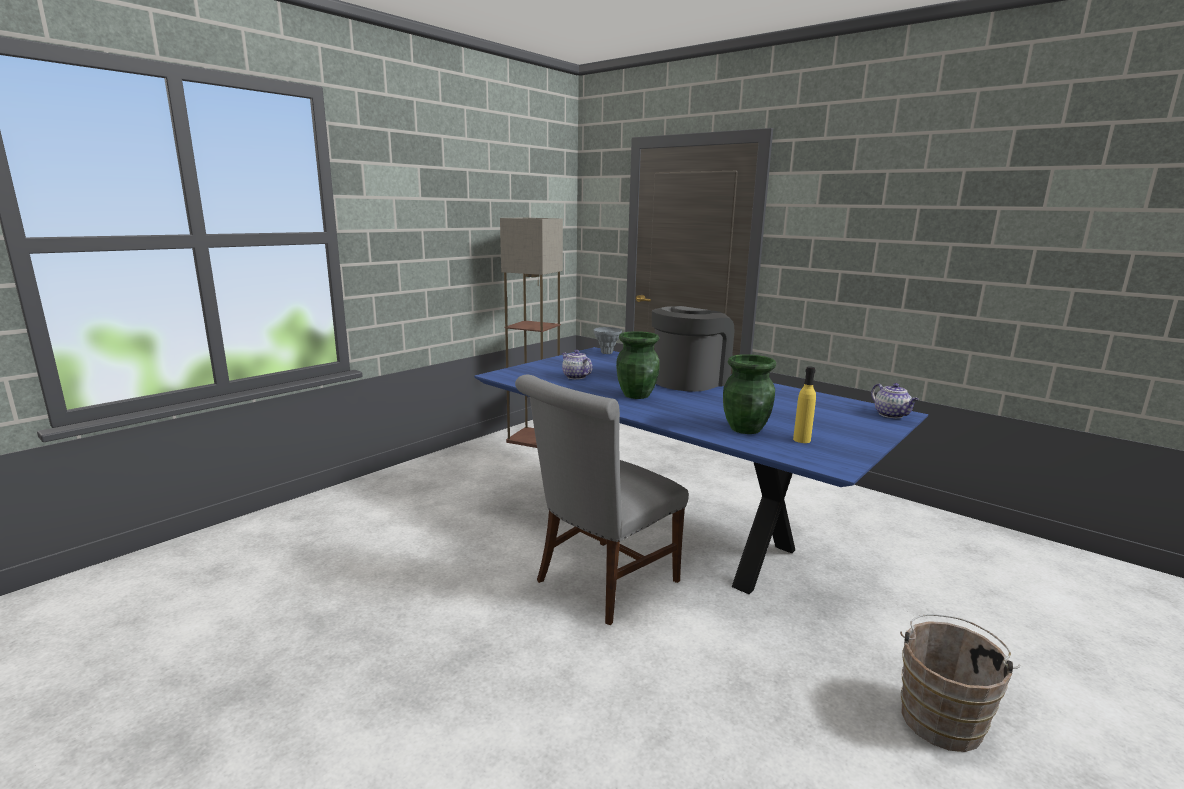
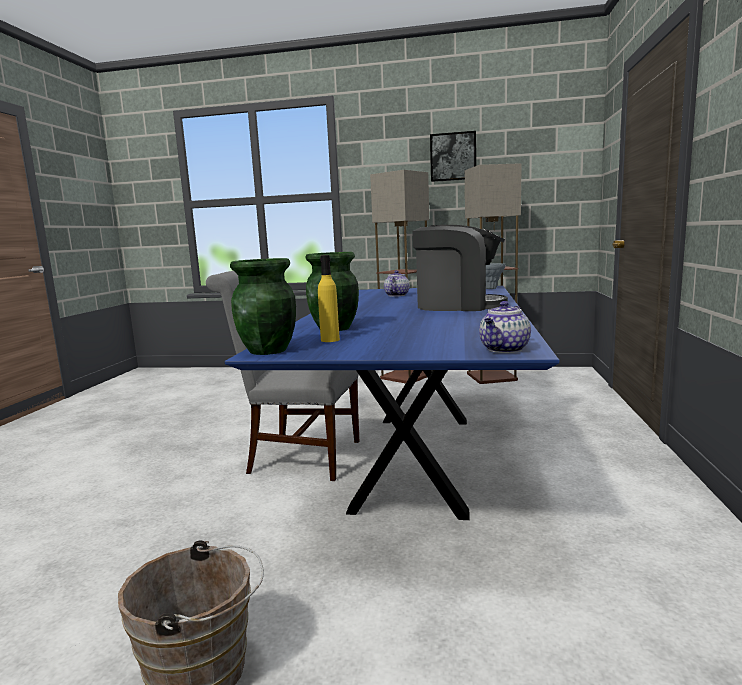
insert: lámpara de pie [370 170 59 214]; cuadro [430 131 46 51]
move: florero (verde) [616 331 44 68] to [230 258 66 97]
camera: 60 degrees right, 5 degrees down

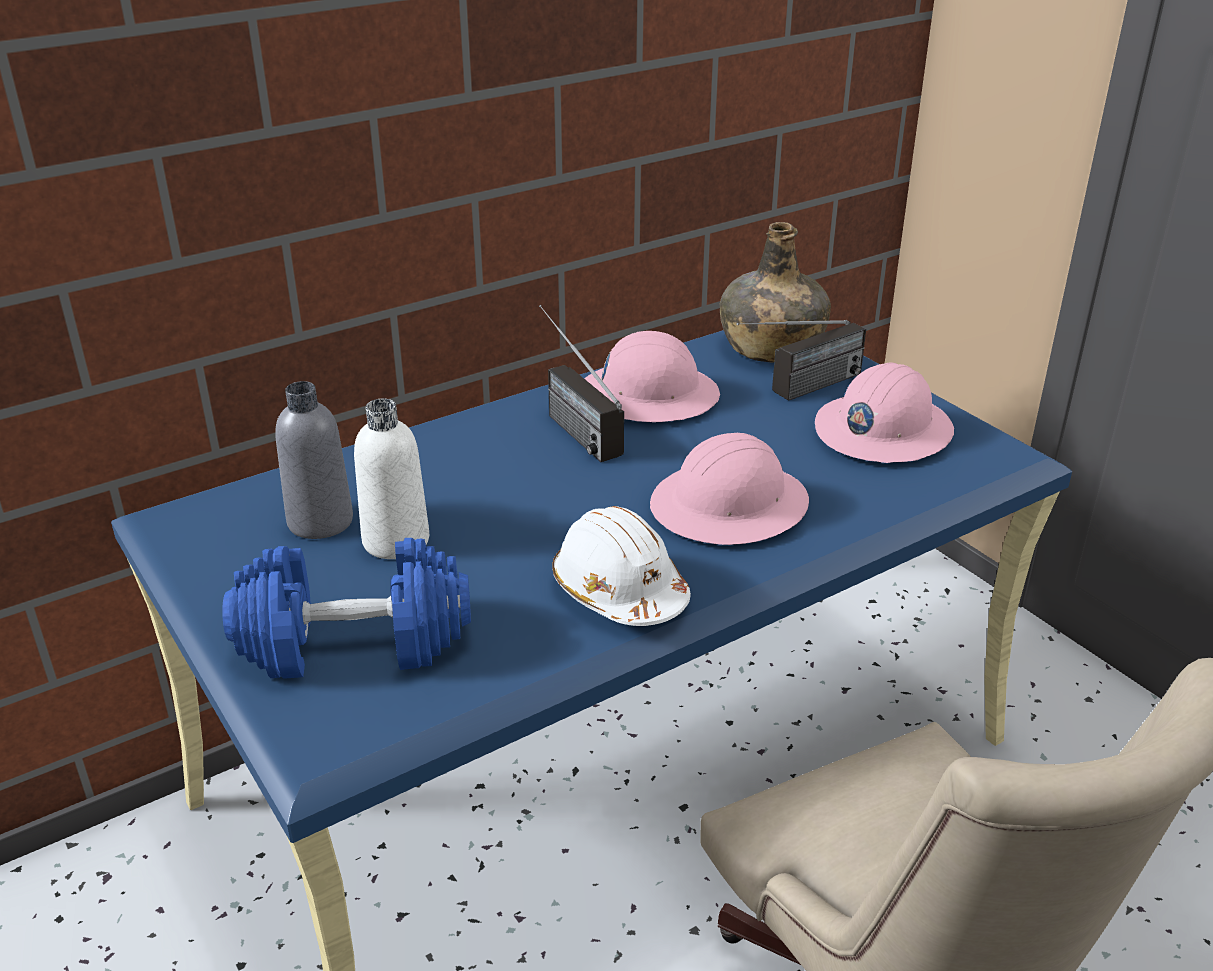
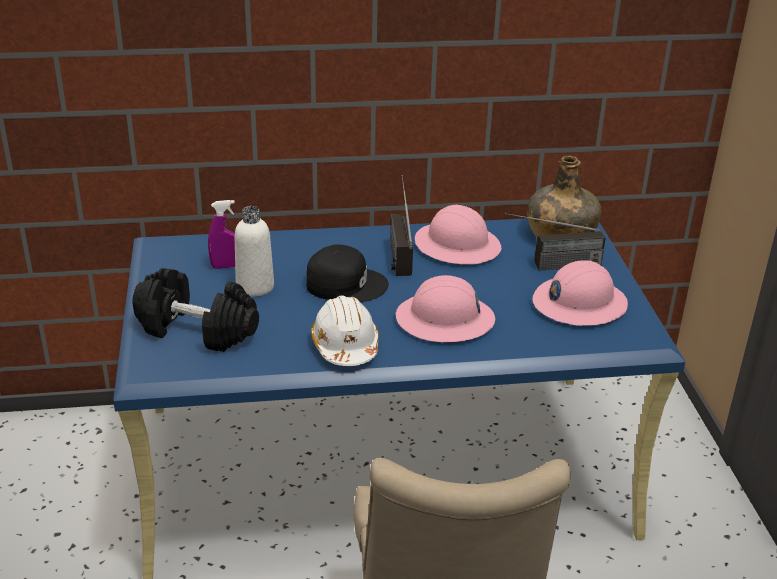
insert: gorra (negro) [306 244 83 58]
replace: botella (gris) [275 381 78 158] to pulverizador (morado) [208 200 27 69]
recolor: mancuerna (azul) [222 538 249 141] to mancuerna (negro) [132 268 127 84]
camera: 25 degrees right, 0 degrees up

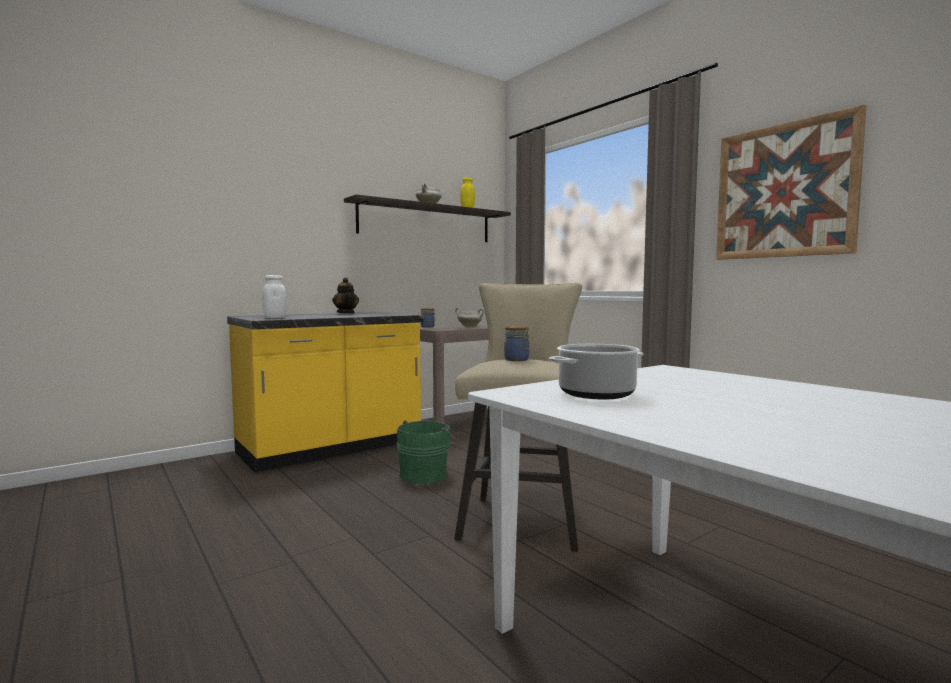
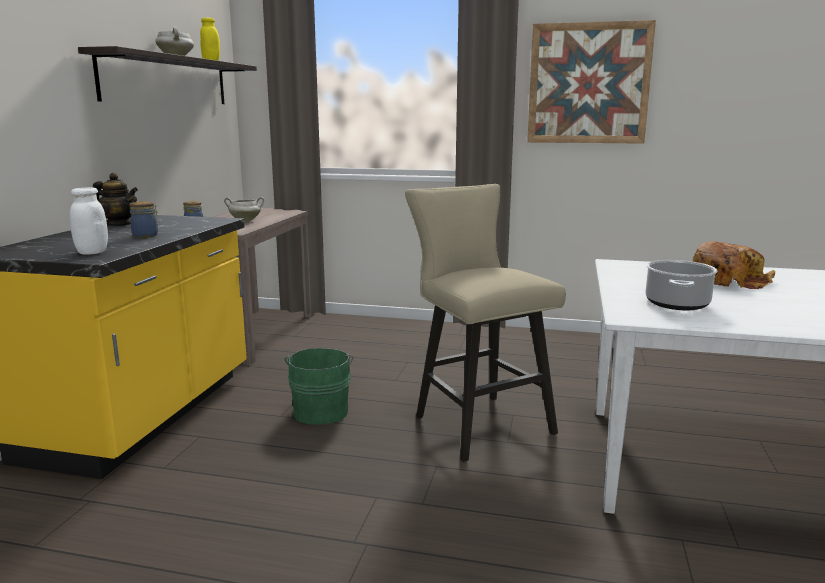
insert: pan [693 241 82 48]
move: tarro [504 325 26 36] to [129 201 31 37]
camera: 40 degrees left, 10 degrees up

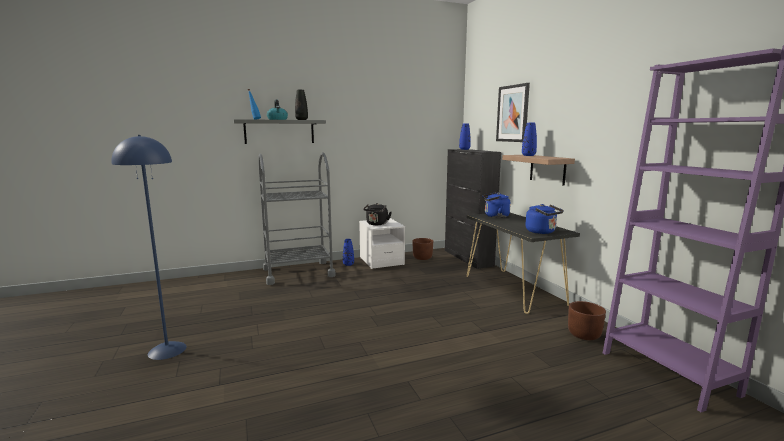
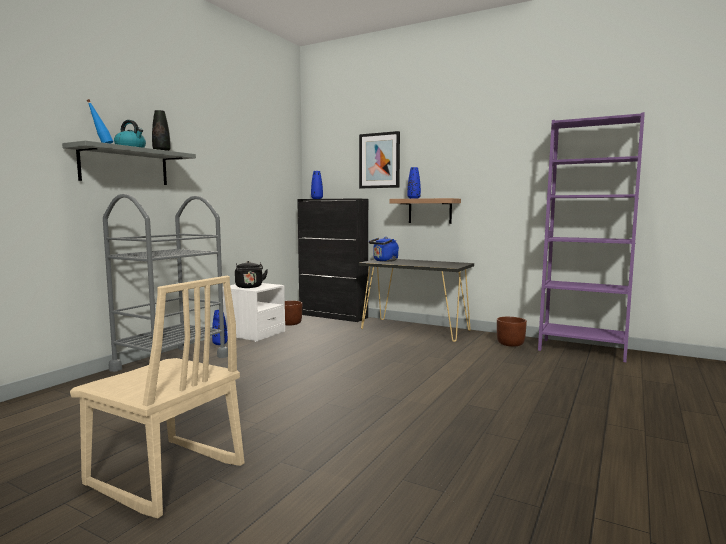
delete: hervidor (azul) [525 204 39 30]
replace: lámpara de pie (azul) [111 135 76 225] to silla (beis) [70 276 174 242]
camera: 40 degrees left, 5 degrees down

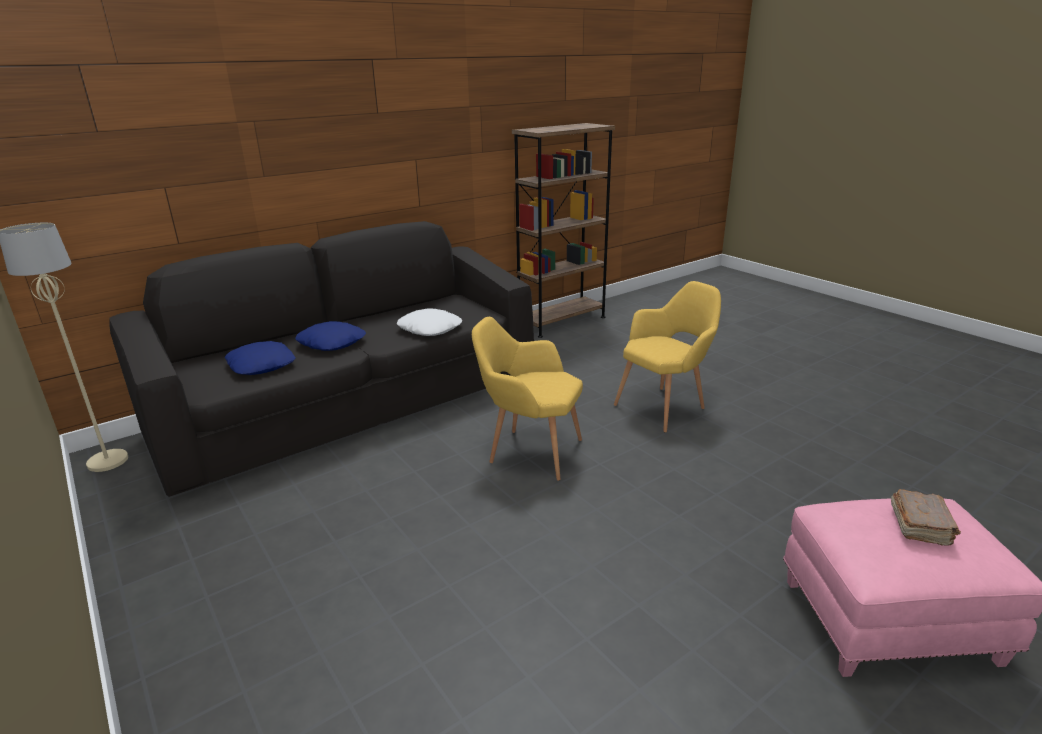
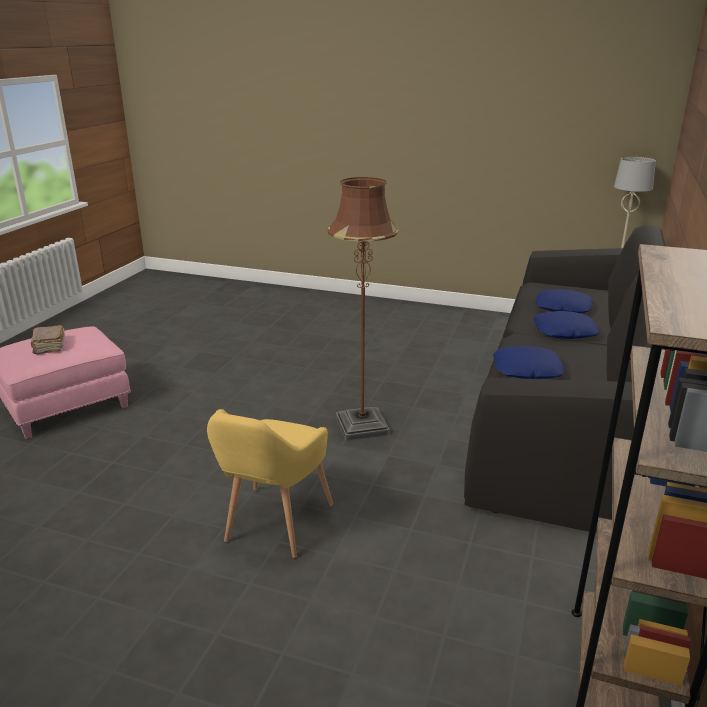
replace: sillón (amarillo) [472 317 111 164] to lámpara de pie (marrón) [328 177 71 264]
recolor: cojín (blanco) [397 308 65 28] to cojín (azul) [493 346 71 33]
camera: 145 degrees right, 0 degrees up

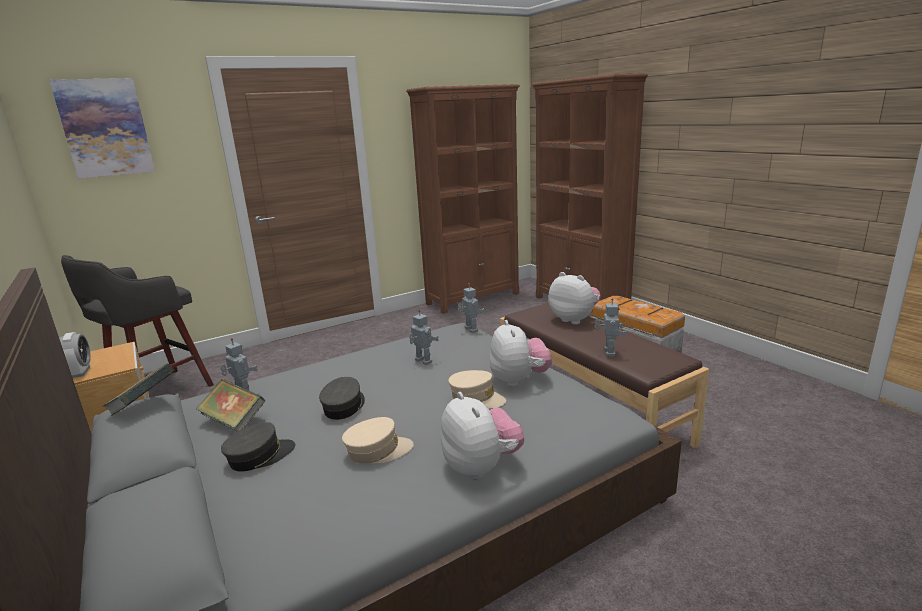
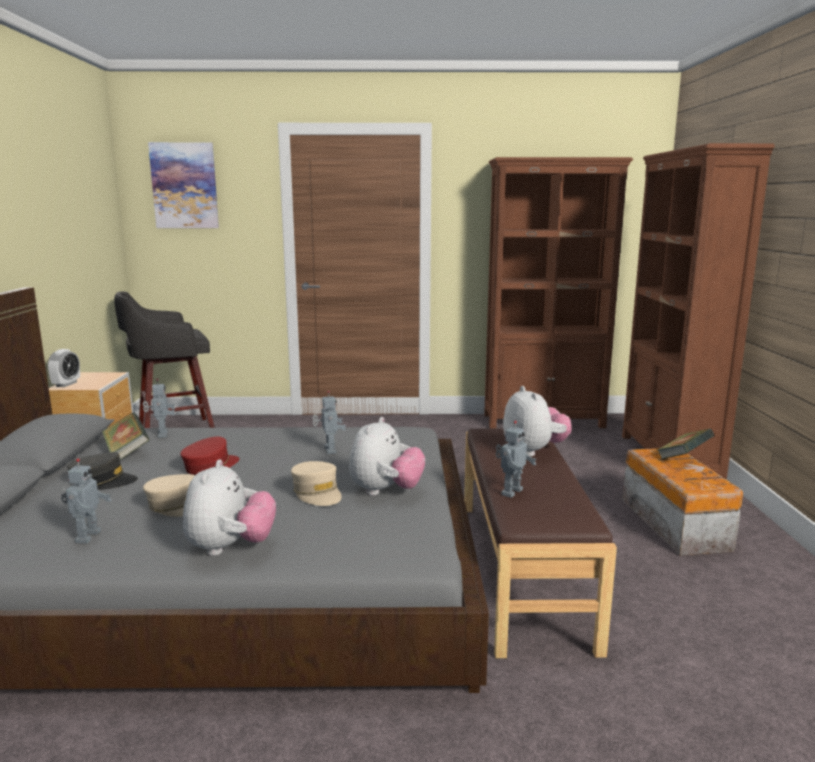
move: libro [102 363 73 53] to [657 429 57 30]; robot de juguete [458 283 27 50] to [60 458 51 85]
recolor: gorra (gris) [319 377 46 43] to gorra (rojo) [180 437 59 38]
camera: 30 degrees right, 5 degrees down

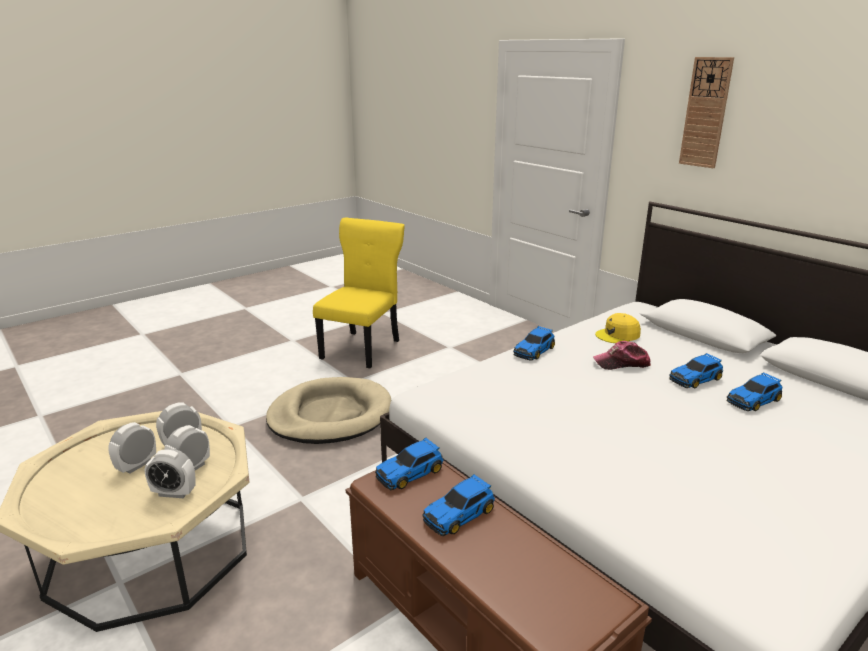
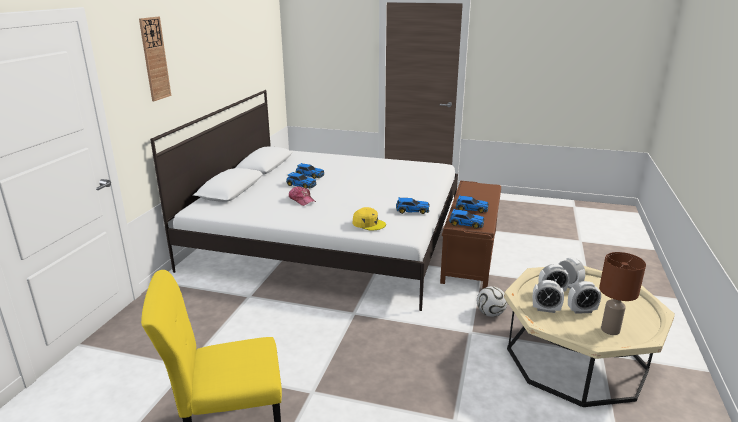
delete: cama para perro (beis) [266 377 126 67]
insert: balón de fútbol [477 286 30 31]; lámpara de mesa (marrón) [599 252 47 83]
move: coche de juguete [513 326 42 35] to [396 197 34 17]; gorra (amarillo) [595 313 46 30] to [353 207 33 24]
camera: 125 degrees left, 0 degrees up

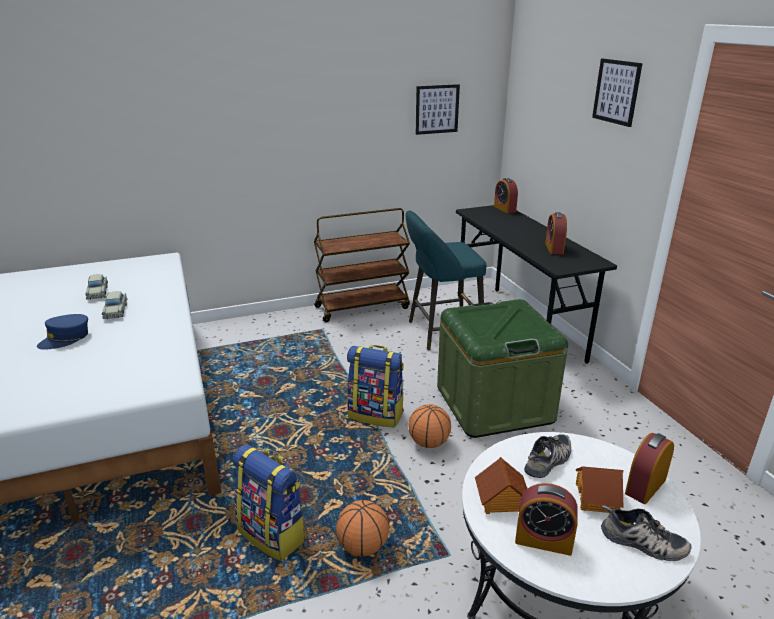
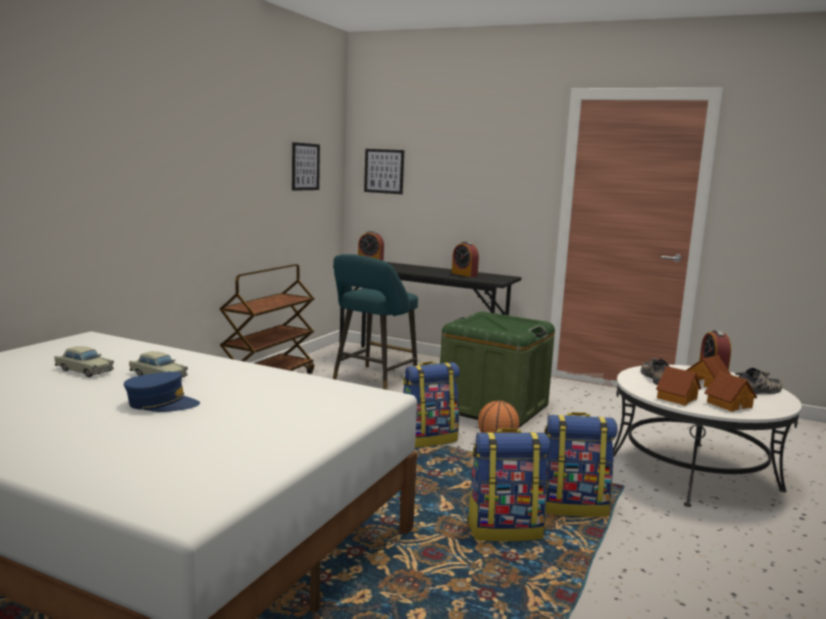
move: cuadro [592 58 50 69] to [364 149 40 45]
replace: balón de baloncesto [336 500 53 57] to mochila [544 412 74 105]; despertador [515 483 63 73] to casita [704 371 53 41]
rotate: gorra (azul) [37 314 51 36] = [124 372 76 40] 90 degrees counterclockwise
camera: 45 degrees left, 15 degrees down

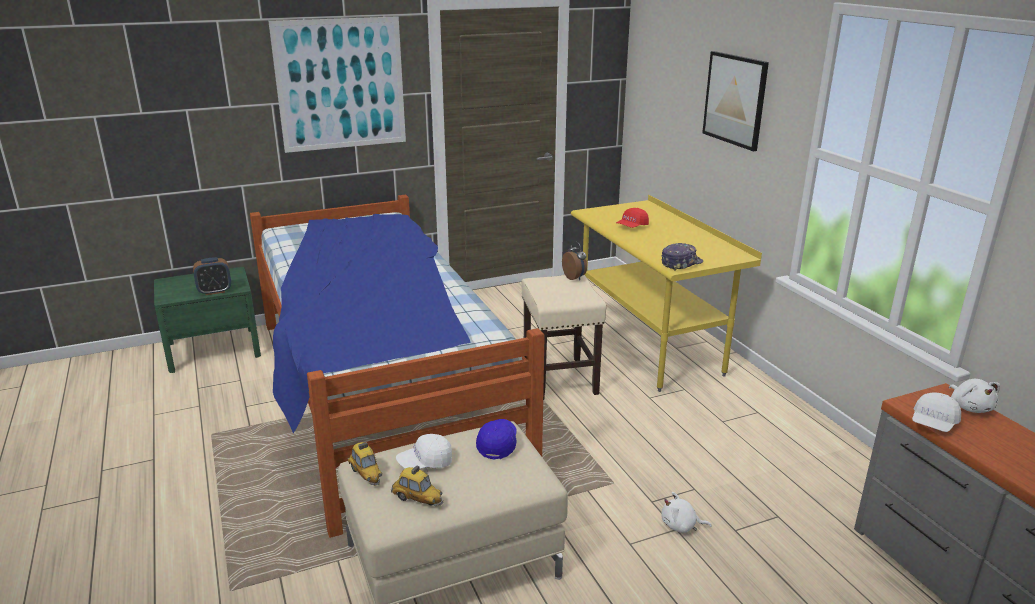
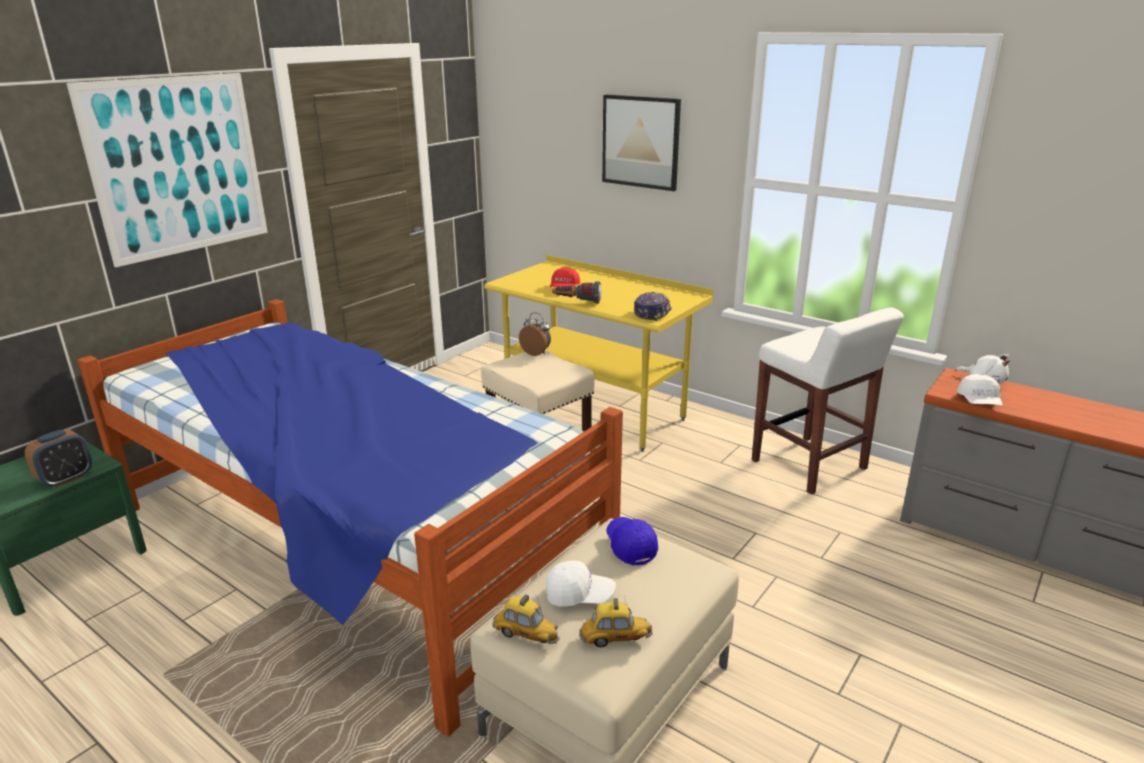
delete: peluche (blanco) [661 492 51 41]
insert: linterna [552 281 50 23]; taburete (blanco) [752 307 152 187]
rotate: gorra (blanco) [396 434 56 35] = [546 561 70 46] 120 degrees counterclockwise
camera: 30 degrees left, 0 degrees up

